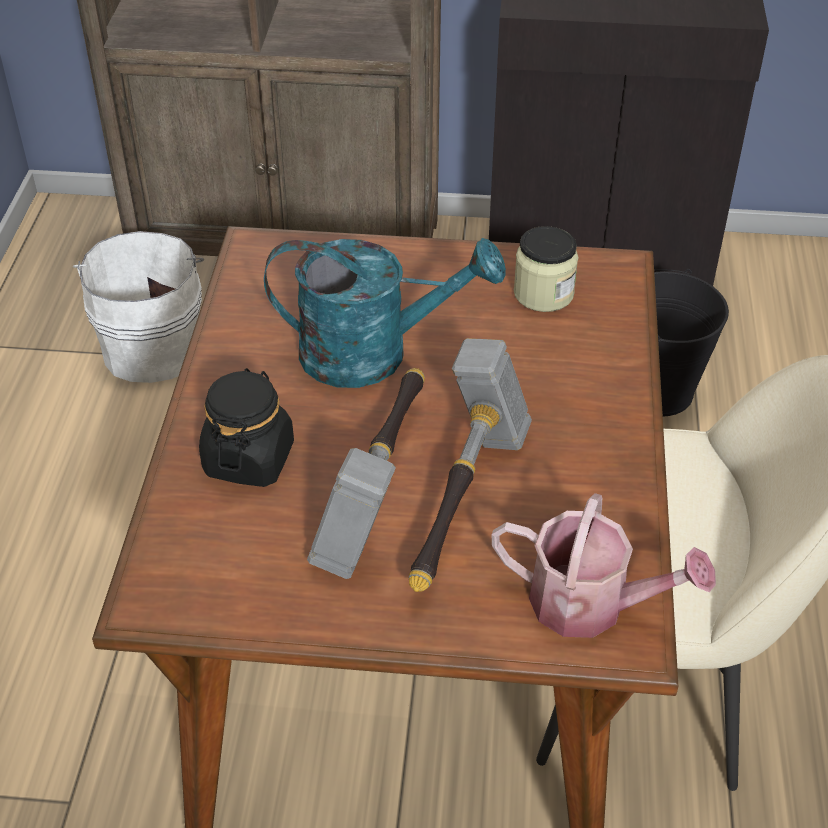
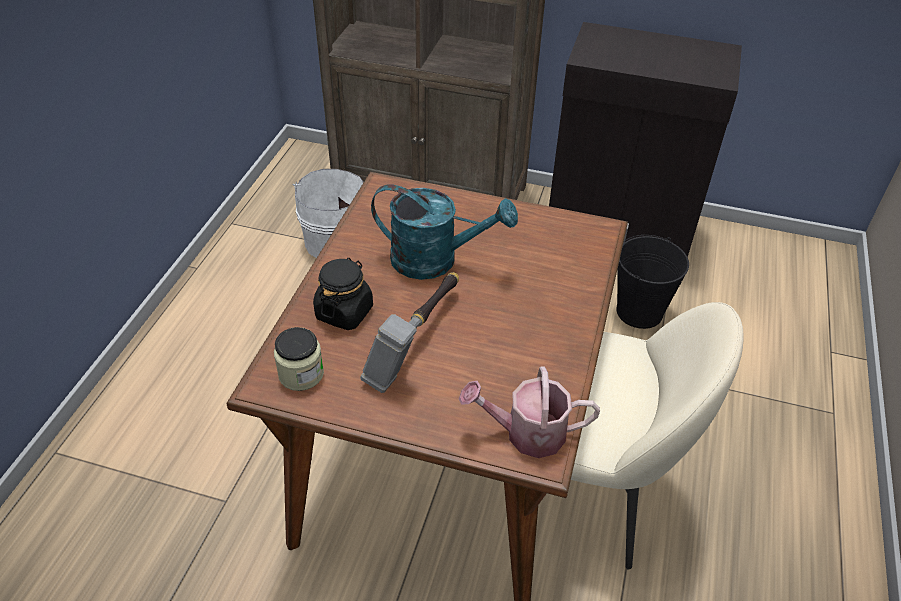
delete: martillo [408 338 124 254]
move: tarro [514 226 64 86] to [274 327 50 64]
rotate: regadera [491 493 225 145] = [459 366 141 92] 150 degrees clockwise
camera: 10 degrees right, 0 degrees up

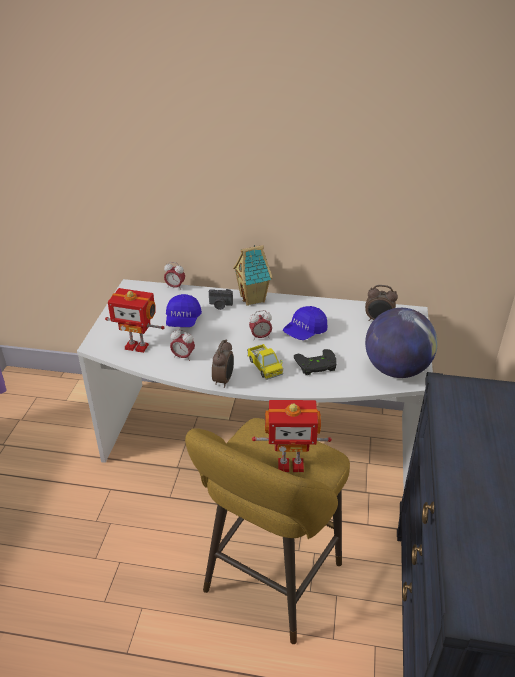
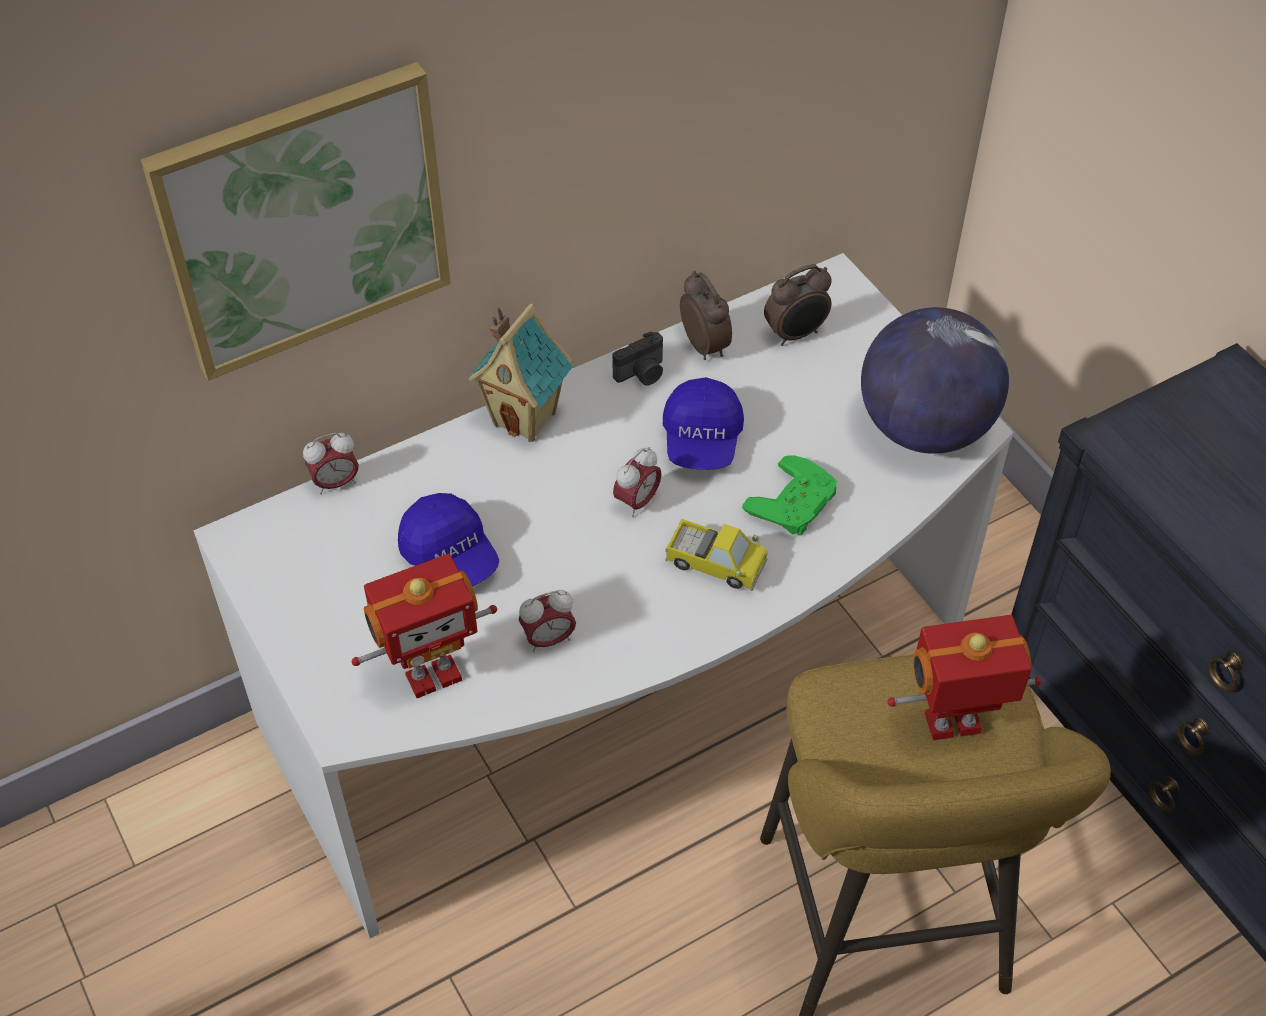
insert: cuadro [141 62 310 319]
move: cámara [209 289 24 21] to [613 331 50 55]; despertador [212 340 22 48] to [680 271 52 89]
recolor: mando de consola (negro) [294 349 43 26] to mando de consola (verde) [742 455 95 81]
rotate: robot de juguete [252 400 80 72] = [887 615 155 125] 150 degrees counterclockwise
camera: 40 degrees left, 15 degrees up

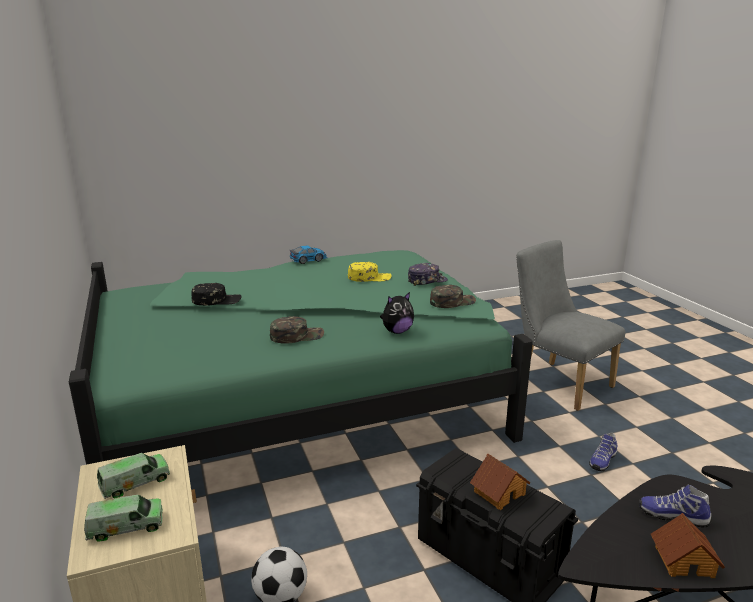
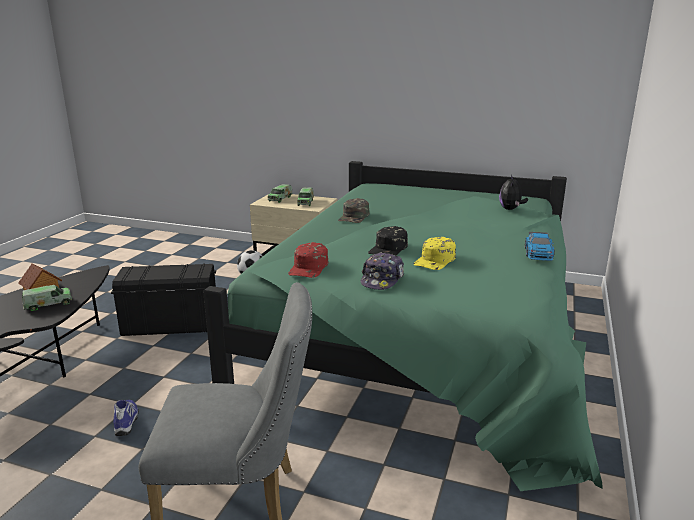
delete: casita [470 453 60 57]
move: gorra (negro) [191 283 50 23] to [368 226 40 29]; peluche [380 292 34 42] to [499 175 29 35]
replace: zapato [639 484 73 43] to camión de juguete [22 285 50 26]
recolor: gorra (verde) [430 285 46 23] to gorra (rojo) [288 242 40 36]
camera: 130 degrees right, 0 degrees up

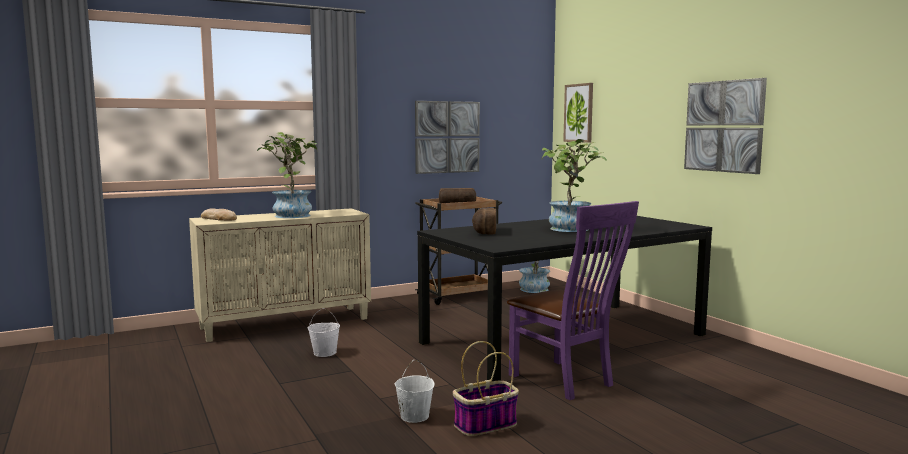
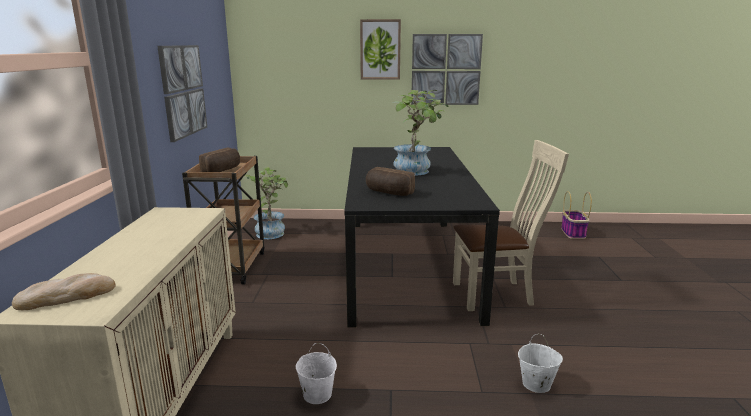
delete: planta en maceta [257 132 60 86]
move: cesta [453 341 66 95] to [561 191 31 48]; cuadro [563 83 30 60] to [360 19 41 60]
recolor: silla (morado) [507 201 132 199] to silla (beis) [453 140 116 171]
camera: 60 degrees left, 10 degrees up

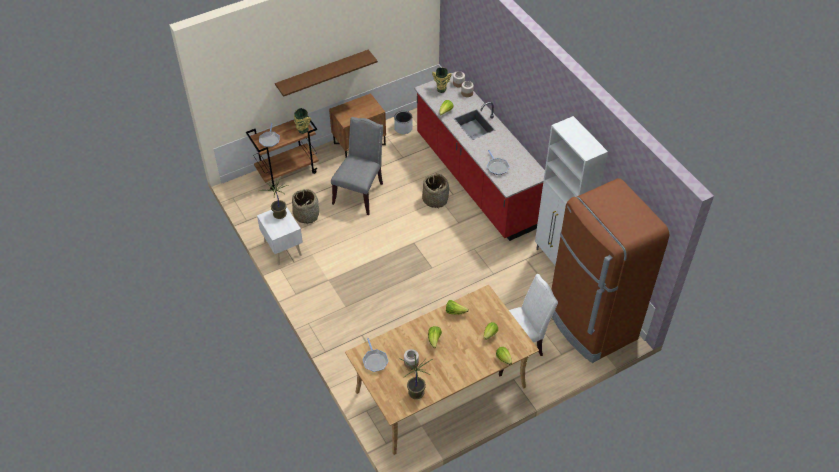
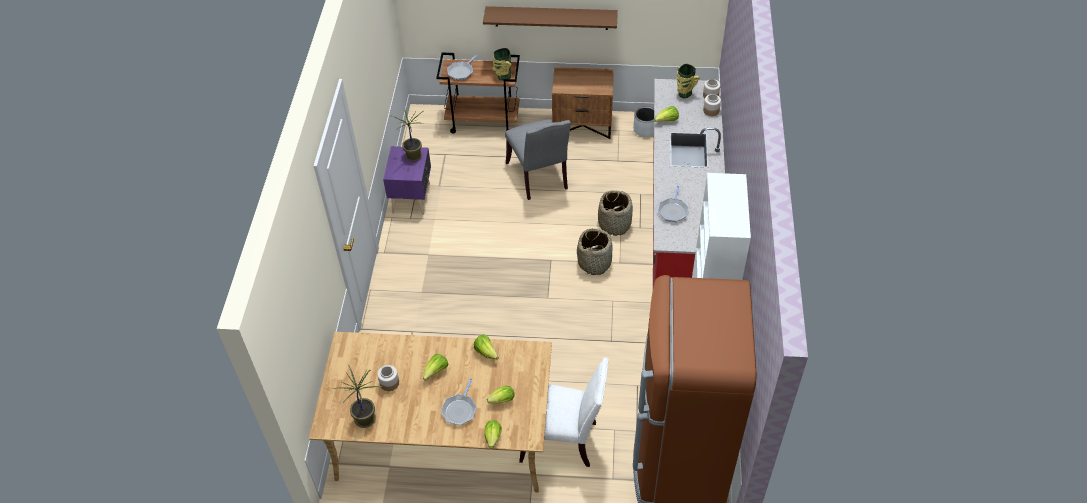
move: cesta [292 189 27 35] to [577 228 36 47]; sartén [362 338 27 34] to [441 378 36 47]
recolor: mesita de noche (blanco) [257 207 46 58] to mesita de noche (morado) [383 146 48 69]
rotate: silla (gris) [331 117 52 98] = [505 119 66 81] 105 degrees clockwise
camera: 35 degrees right, 0 degrees up

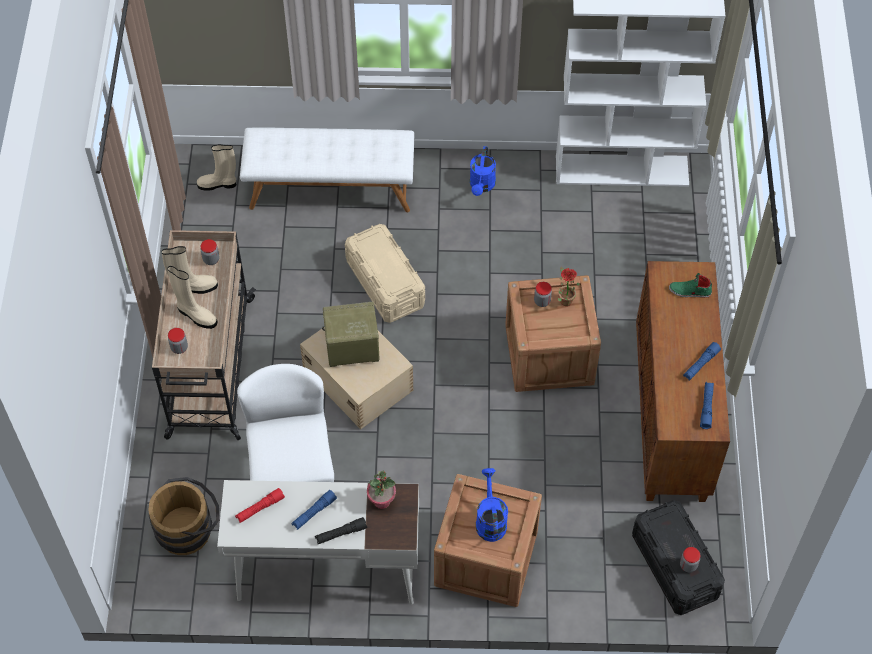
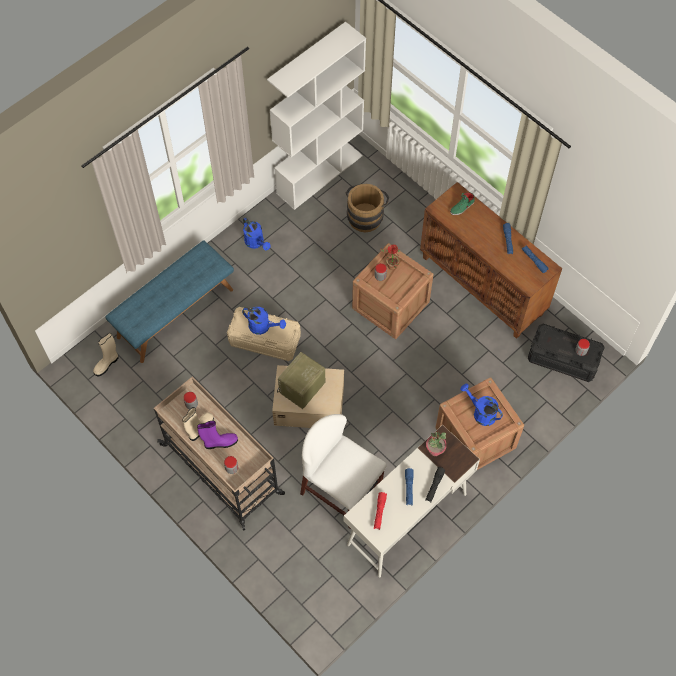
insert: regadera (azul) [242 307 44 28]
move: cubo (marrón) [148 477 72 78] to [345 184 44 48]
recolor: bota (beis) [167 266 50 63] to bota (morado) [197 421 41 28]; banco (blanco) [240 128 174 84] to banco (azul) [105 240 129 123]
camera: 45 degrees left, 5 degrees up

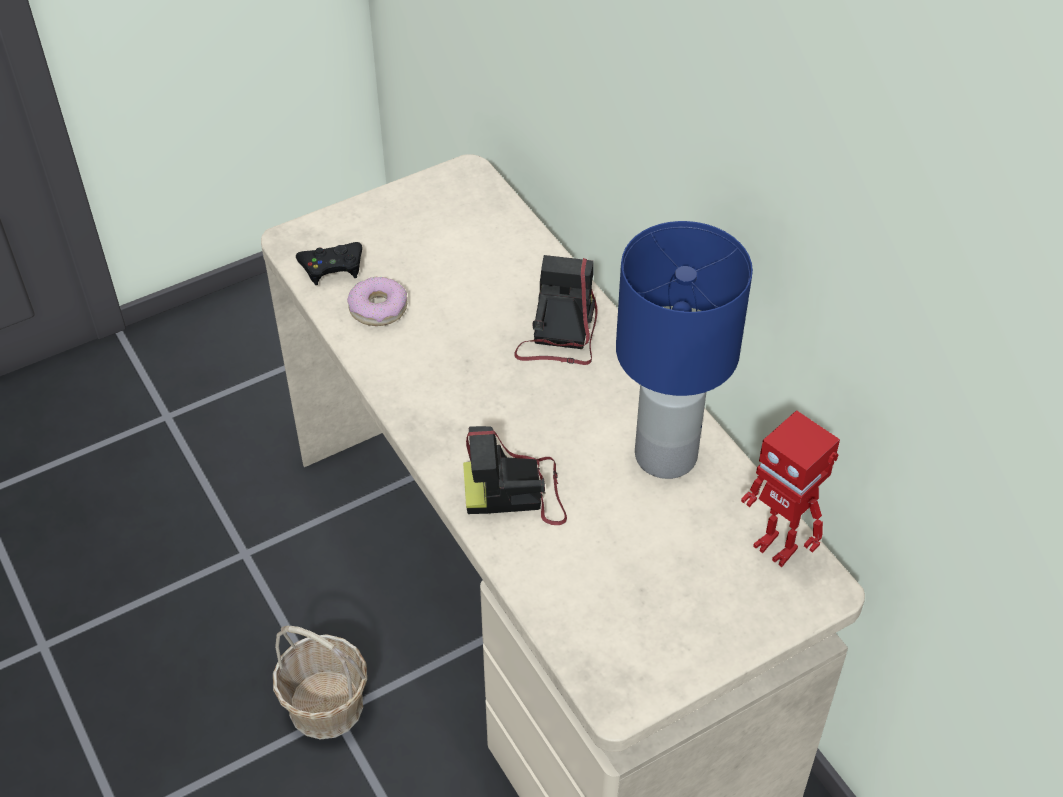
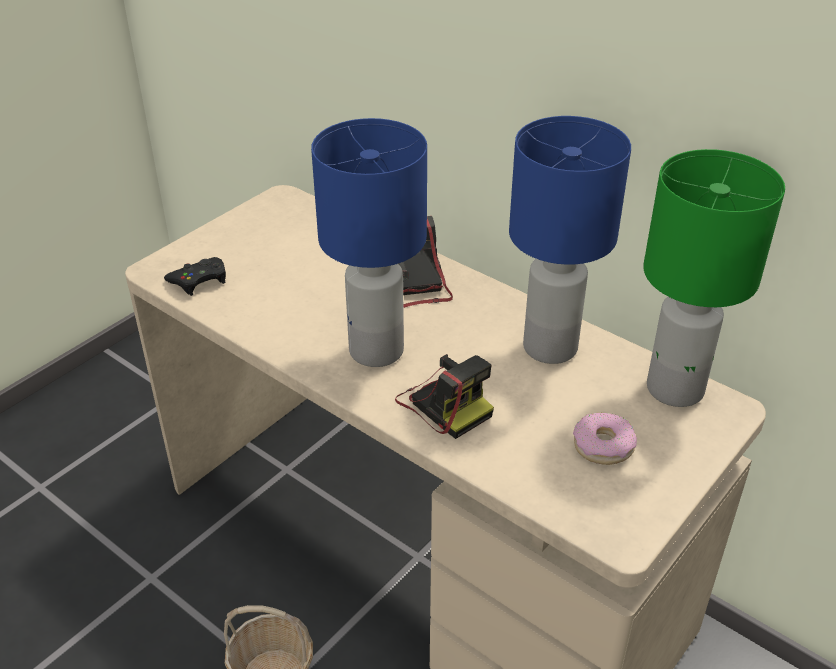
insert: lámpara de mesa (azul) [311 118 116 249]
move: rosquilla [347 277 60 49] to [573 413 64 52]
replace: robot de juguete [741 410 99 157] to lámpara de mesa (verde) [643 149 142 258]
rotate: cámara [463 426 104 99] = [395 354 99 85] 105 degrees counterclockwise
camera: 20 degrees left, 10 degrees down

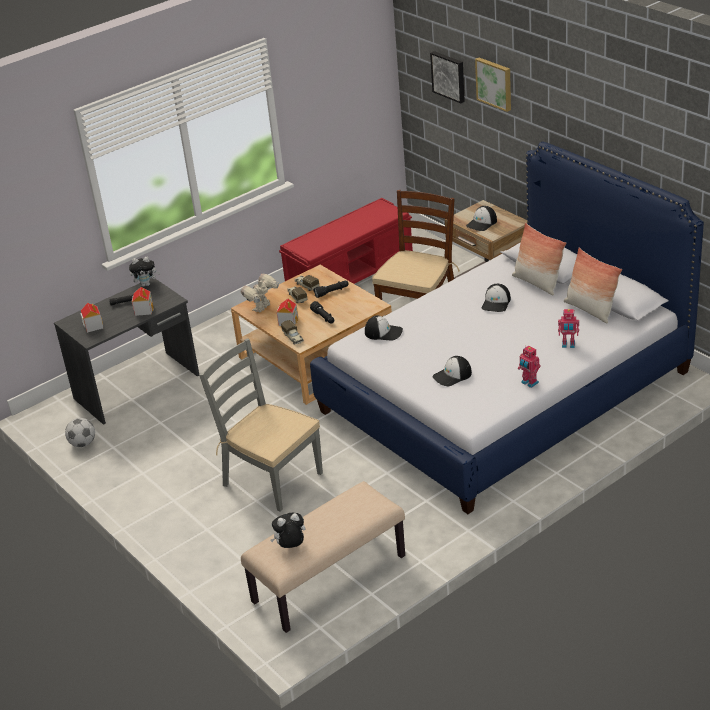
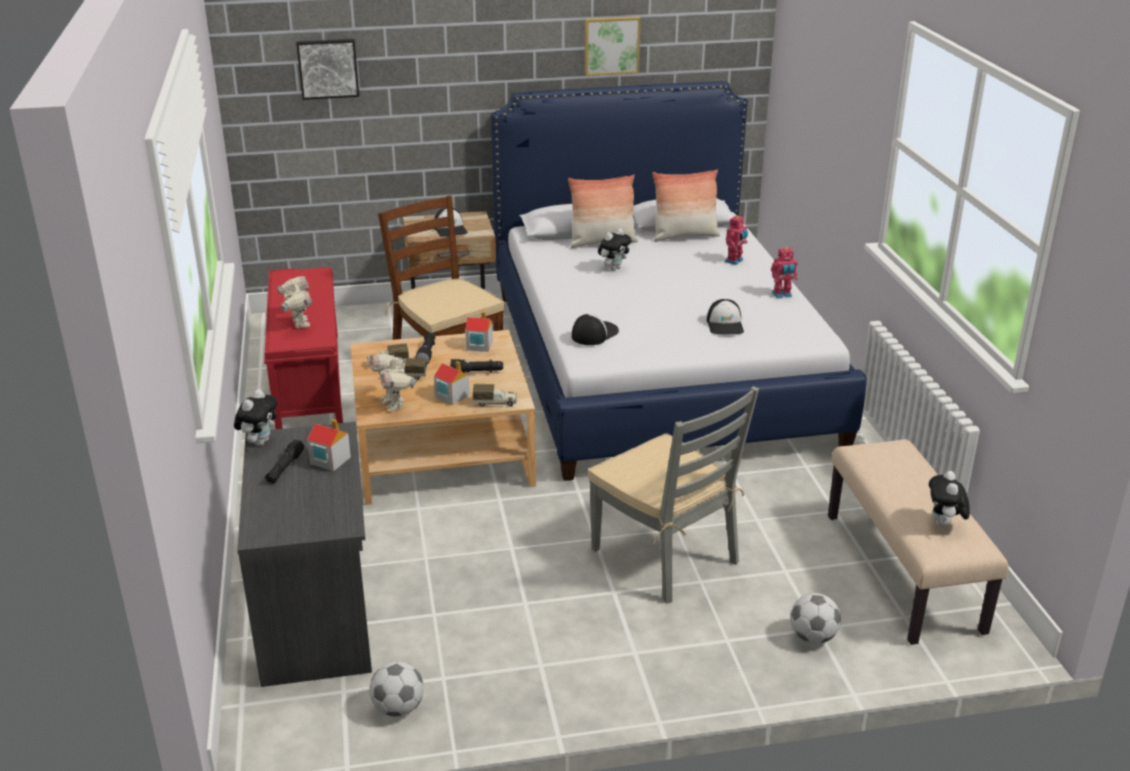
insert: robot de juguete [277 276 36 52]; balón de fútbol [790 593 51 51]
move: casita [80 303 23 30] to [465 311 28 41]; cuadro [475 58 36 54] to [585 16 56 60]
replace: gorra [482 284 29 28] to peluche [598 229 34 41]
rotate: silla (gris) [199 338 124 173] = [588 386 171 218] 105 degrees counterclockwise
camera: 65 degrees left, 5 degrees down

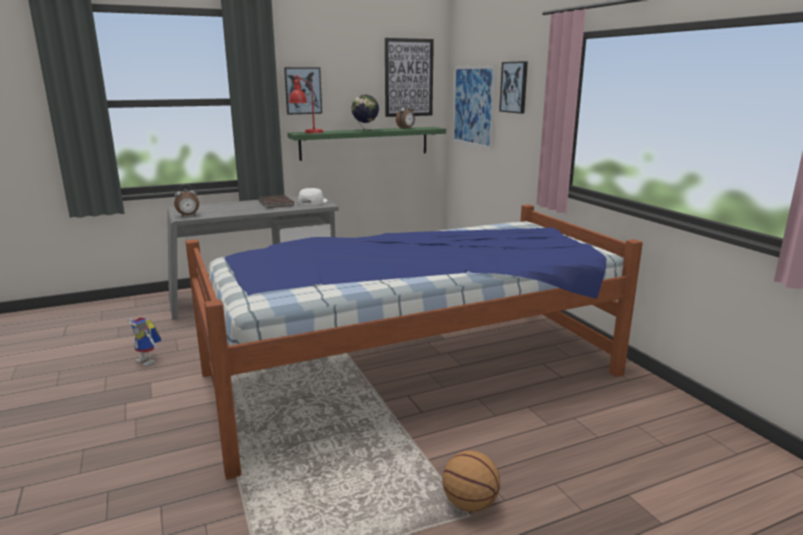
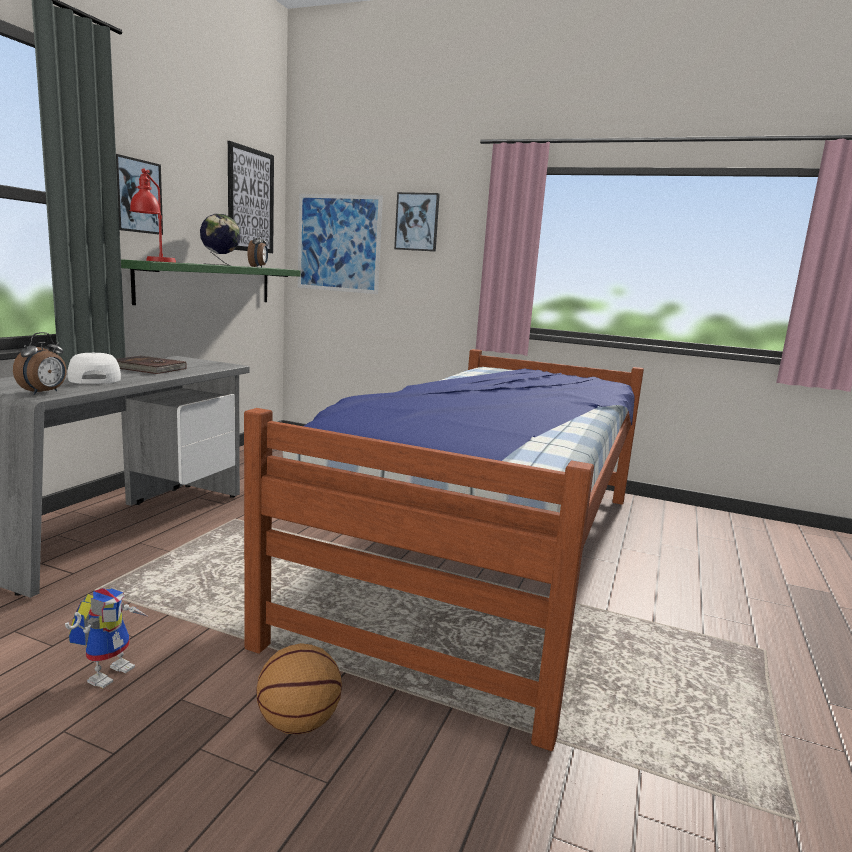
move: gorra (blanco) [298 188 29 18] to [68 352 53 32]; balón de baloncesto [442 451 58 61] to [256 643 86 91]
rotate: robot de juguete [127 318 34 48] = [65 588 84 100] 60 degrees counterclockwise
camera: 45 degrees left, 5 degrees down

